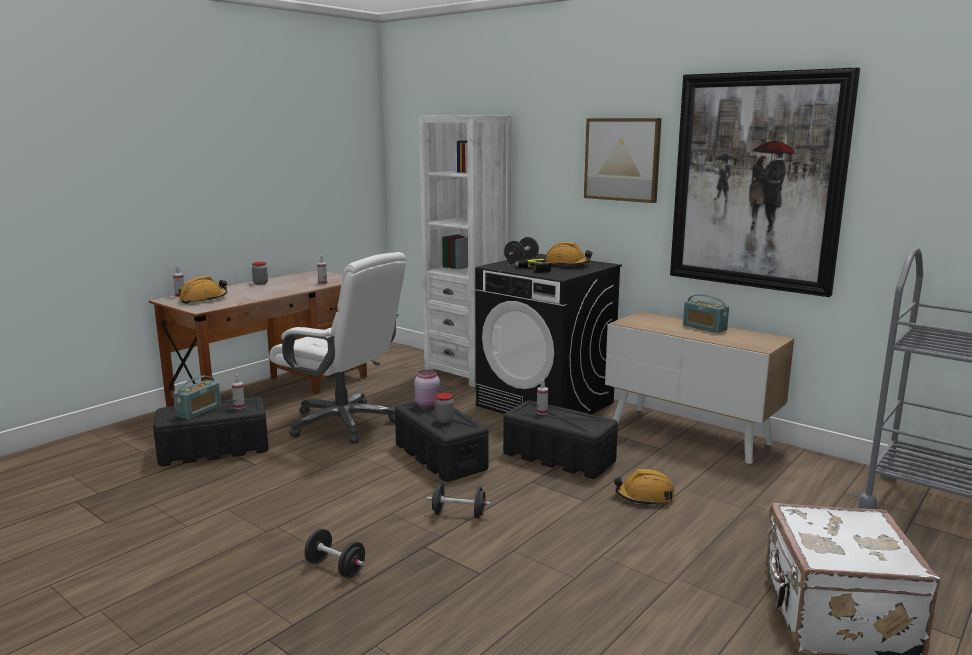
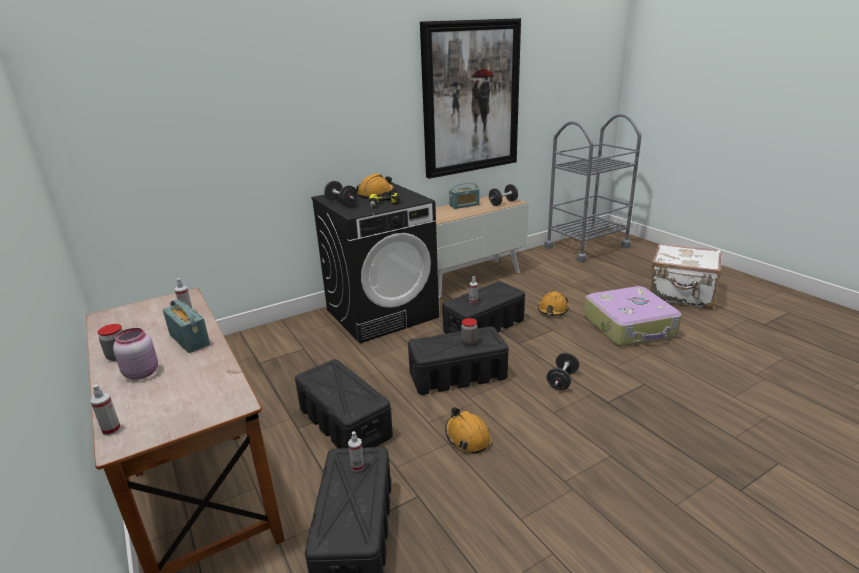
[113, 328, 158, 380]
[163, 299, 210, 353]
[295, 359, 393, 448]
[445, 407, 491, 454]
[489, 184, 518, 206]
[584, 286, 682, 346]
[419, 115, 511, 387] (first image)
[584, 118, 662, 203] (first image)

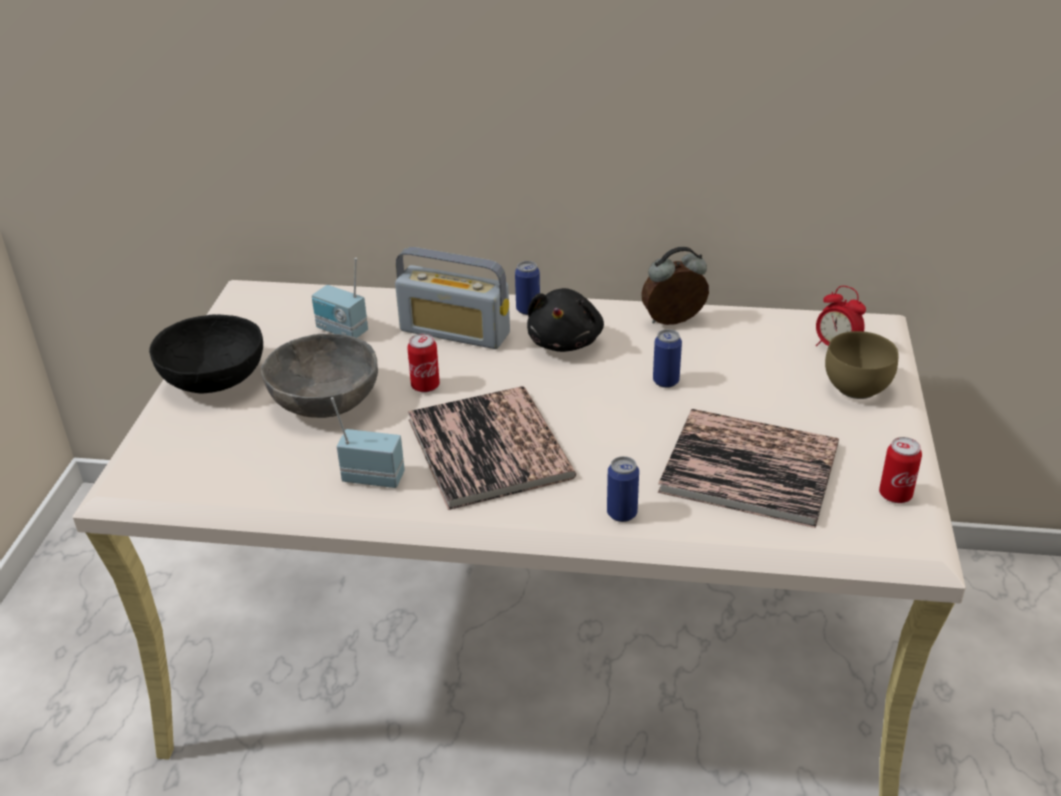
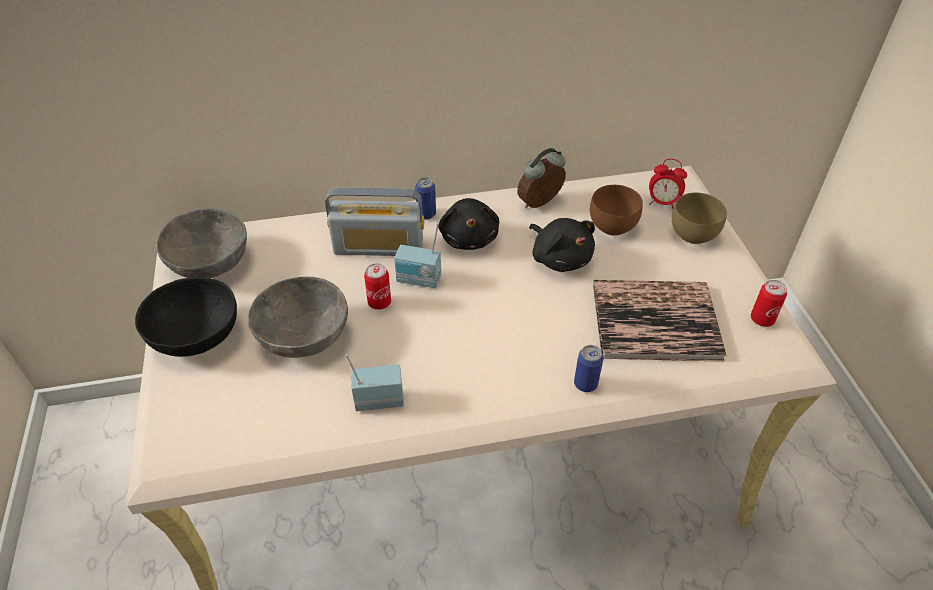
[156, 208, 247, 278]
[394, 223, 441, 288]
[529, 218, 595, 272]
[590, 185, 643, 236]
[408, 386, 576, 510] (first image)

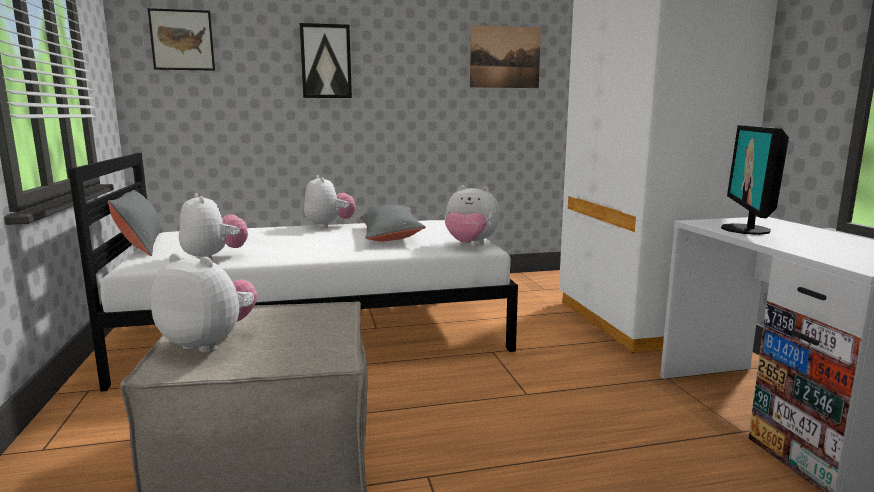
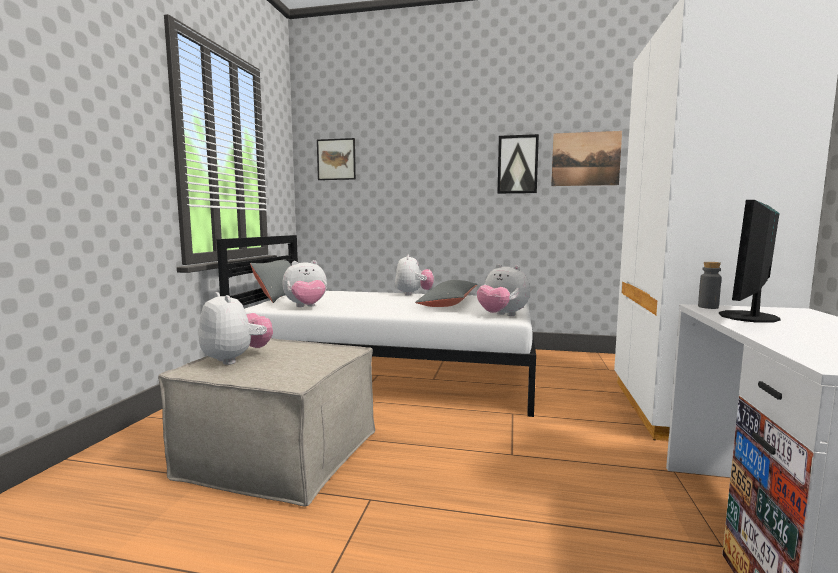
[282, 260, 327, 307]
[497, 134, 539, 194]
[698, 262, 722, 309]

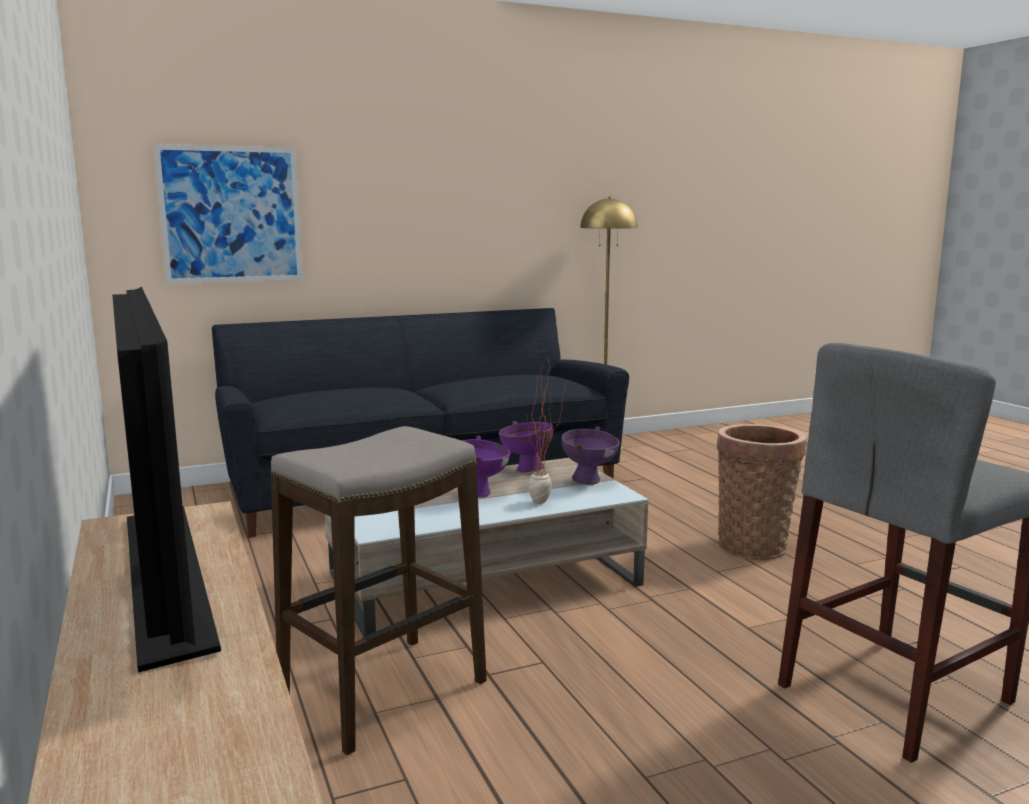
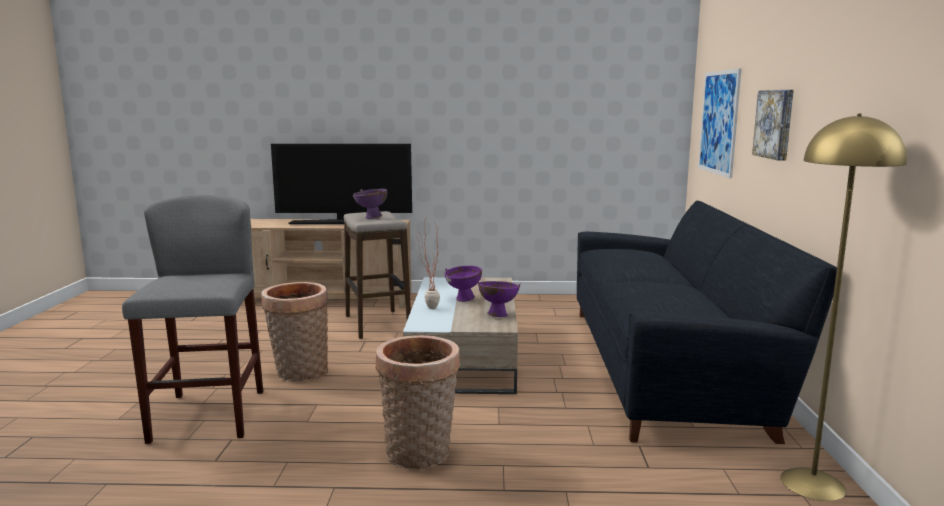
[261, 282, 328, 382]
[353, 189, 387, 219]
[752, 90, 794, 160]

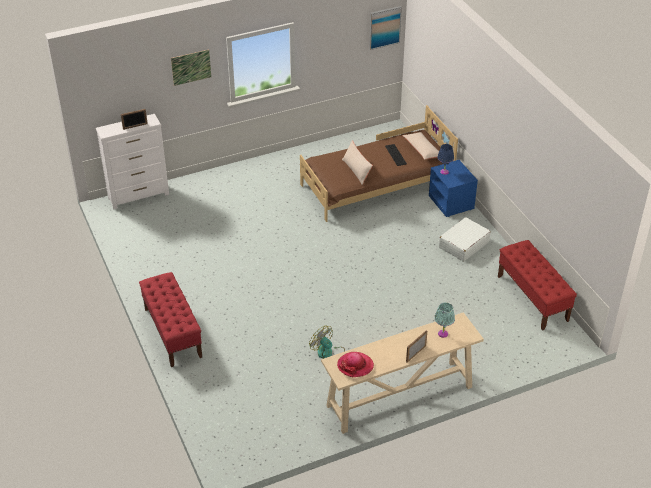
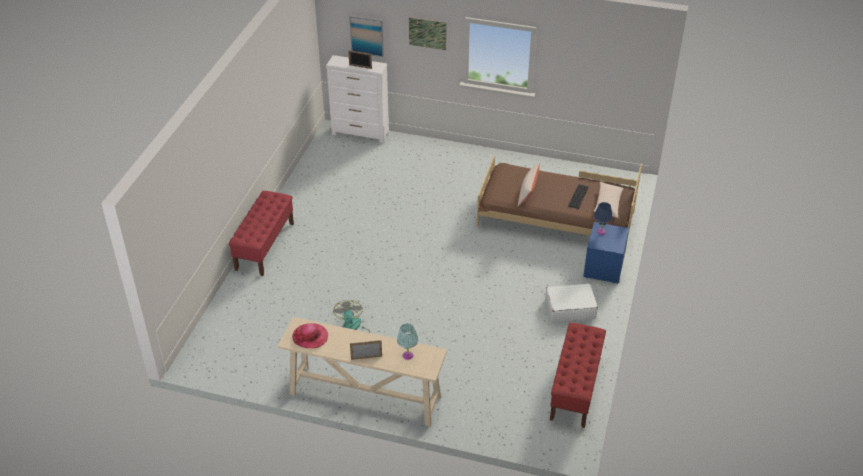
[349, 15, 384, 57]

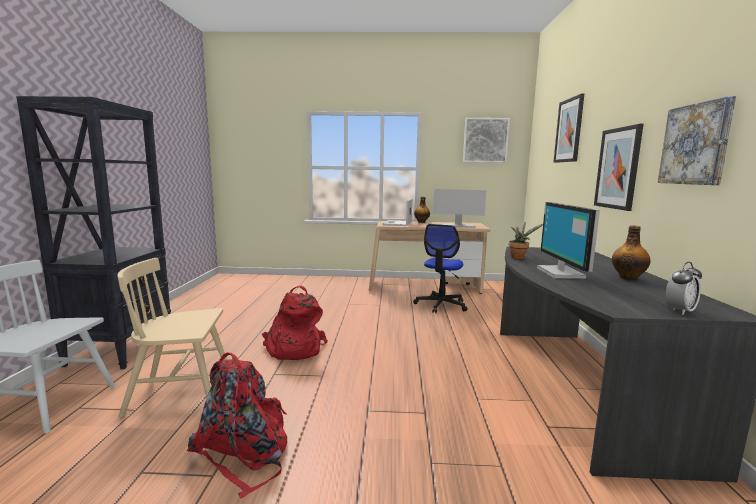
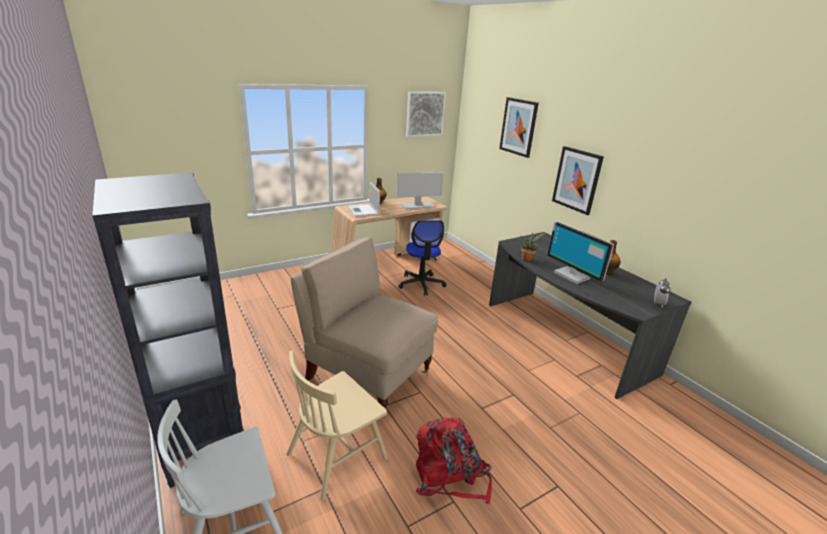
[291, 238, 438, 408]
[658, 96, 736, 185] (first image)

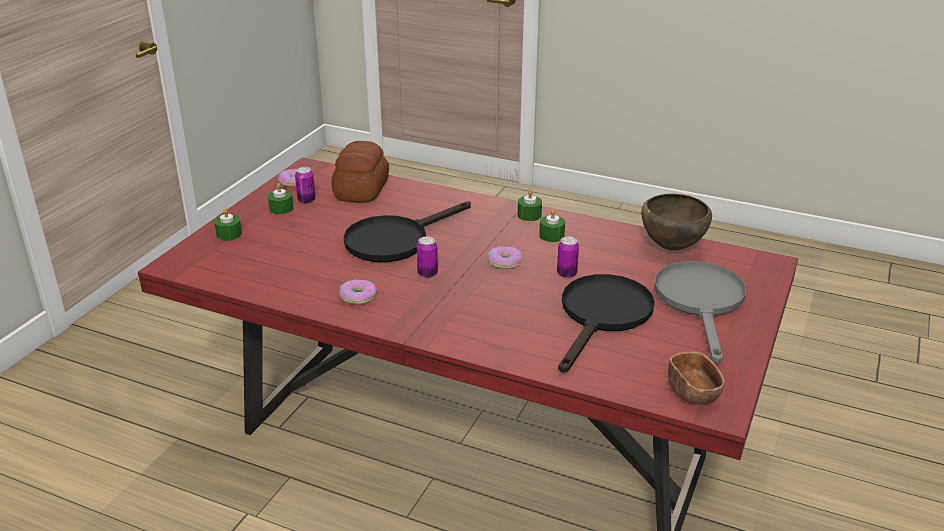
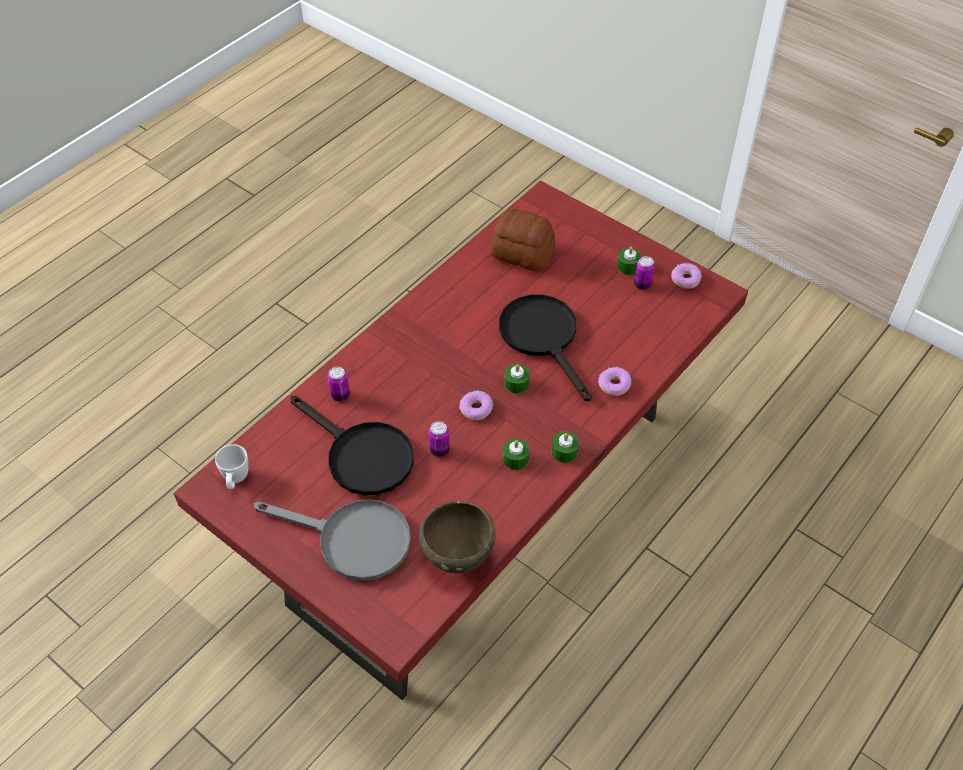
[215, 444, 248, 489]
[328, 367, 350, 402]
[490, 209, 555, 272]
[504, 364, 530, 394]
[598, 367, 631, 396]

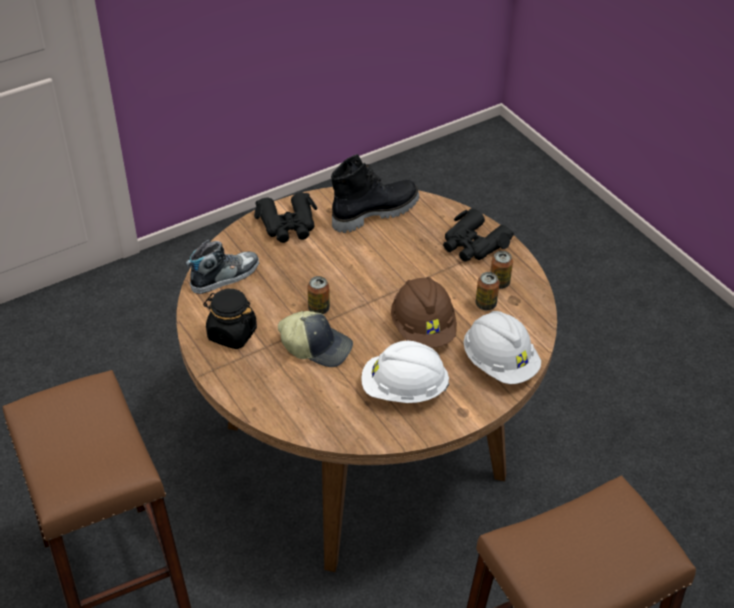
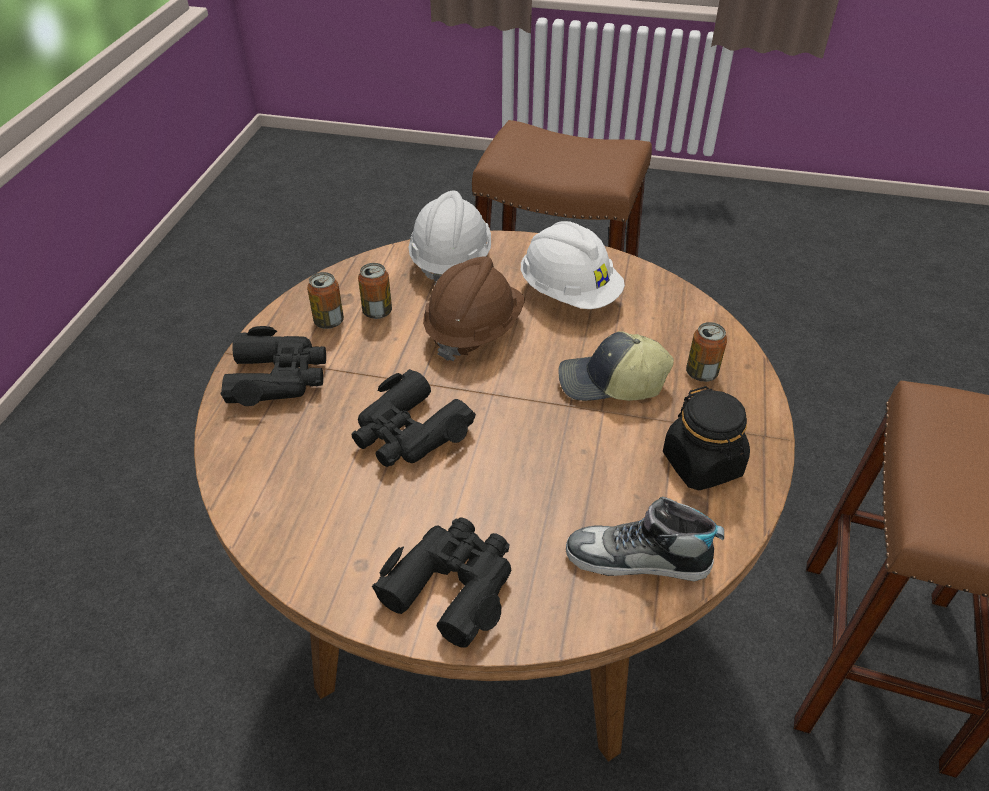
[351, 369, 476, 467]
[558, 331, 674, 401]
[686, 322, 727, 382]
[331, 154, 419, 233] (first image)

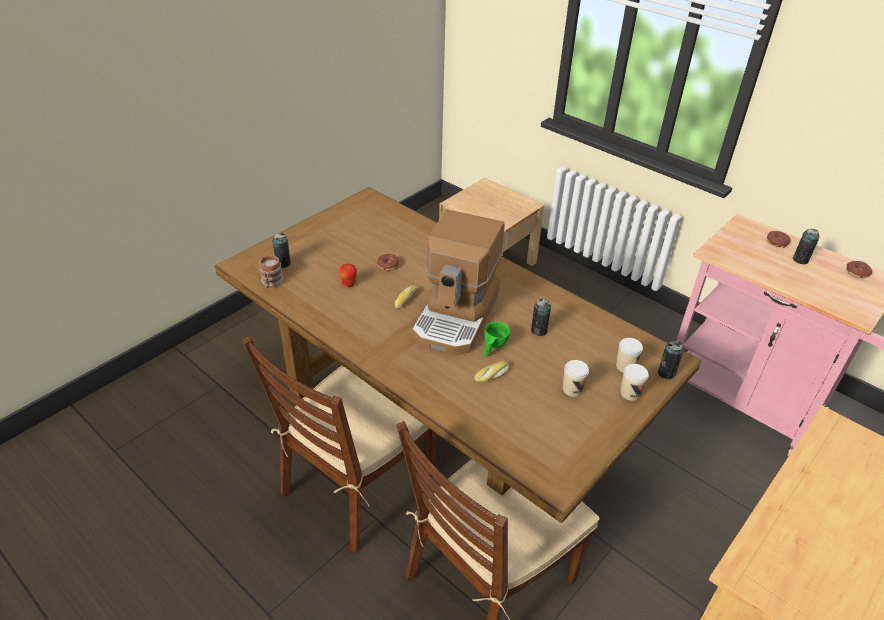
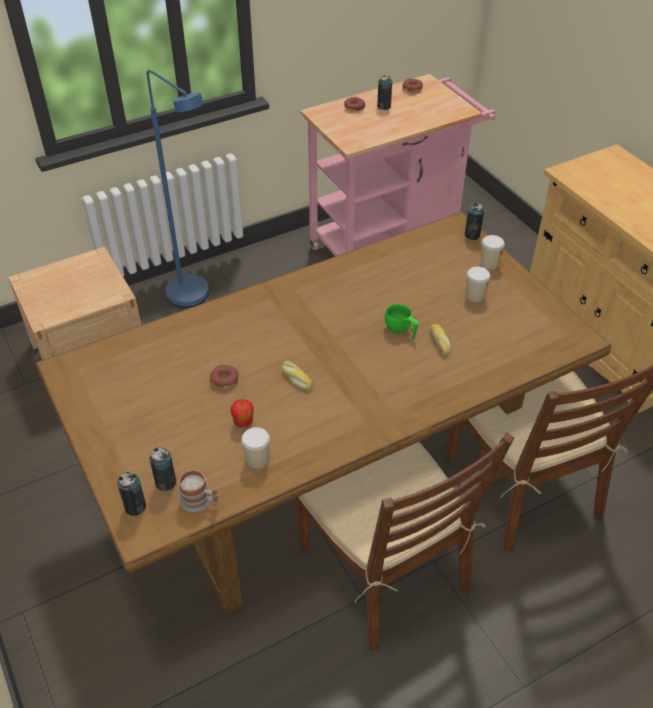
[118, 472, 146, 516]
[147, 70, 209, 308]
[242, 427, 270, 468]
[412, 210, 505, 355] (first image)

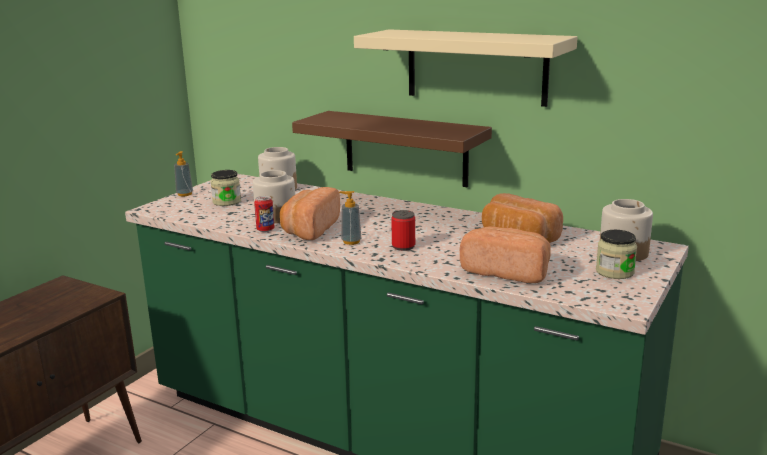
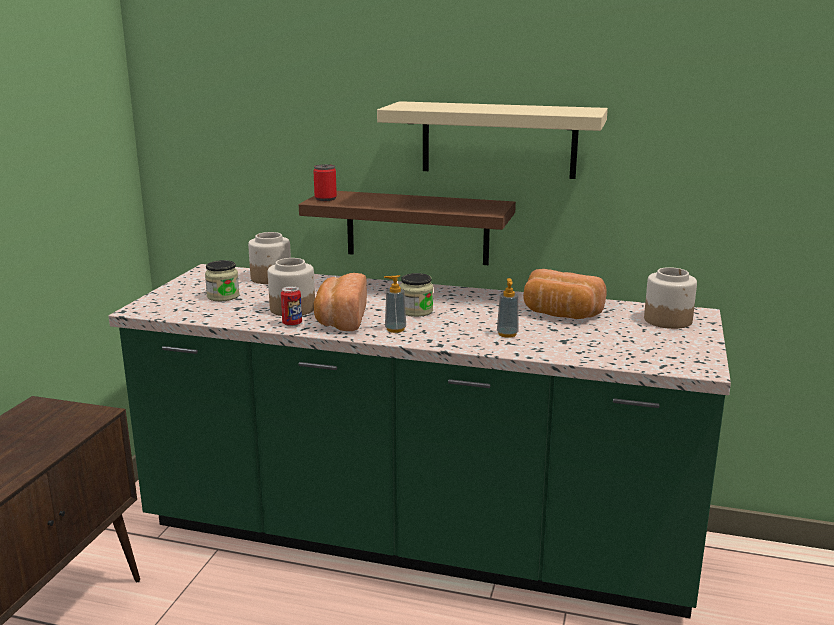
[313, 164, 337, 201]
[400, 273, 433, 317]
[497, 278, 519, 338]
[460, 226, 551, 283] (first image)

